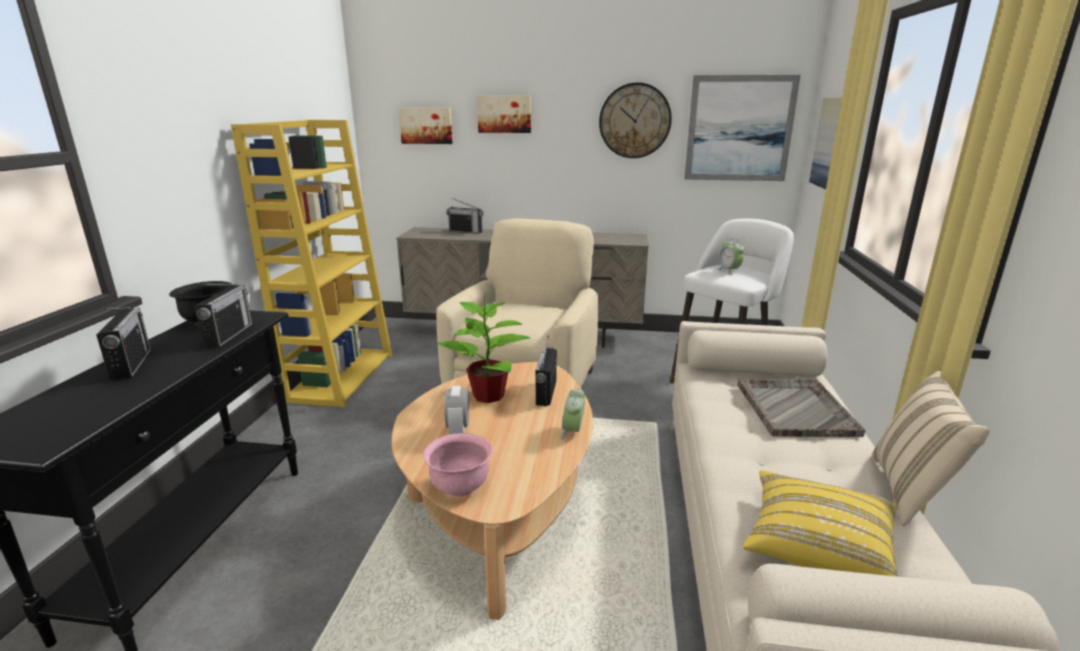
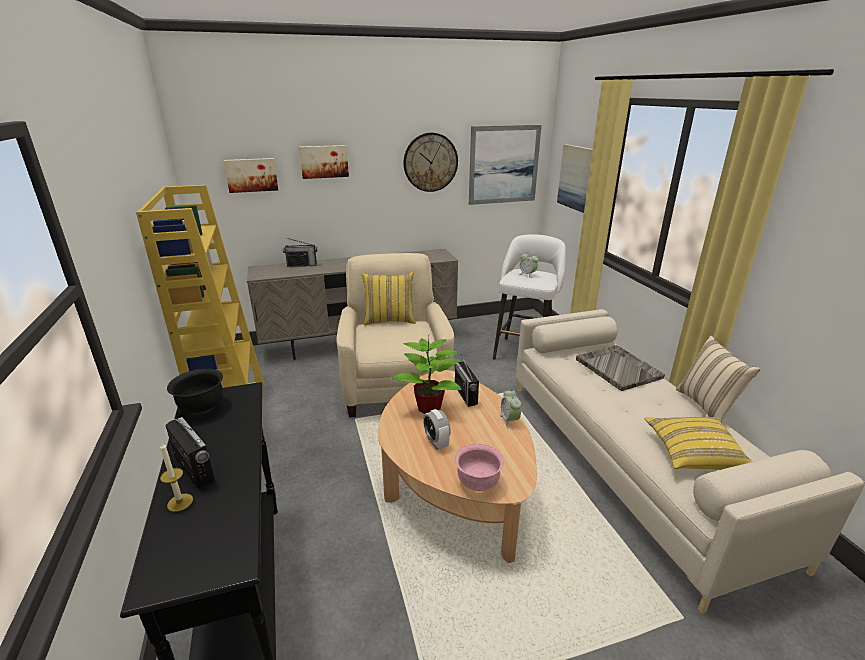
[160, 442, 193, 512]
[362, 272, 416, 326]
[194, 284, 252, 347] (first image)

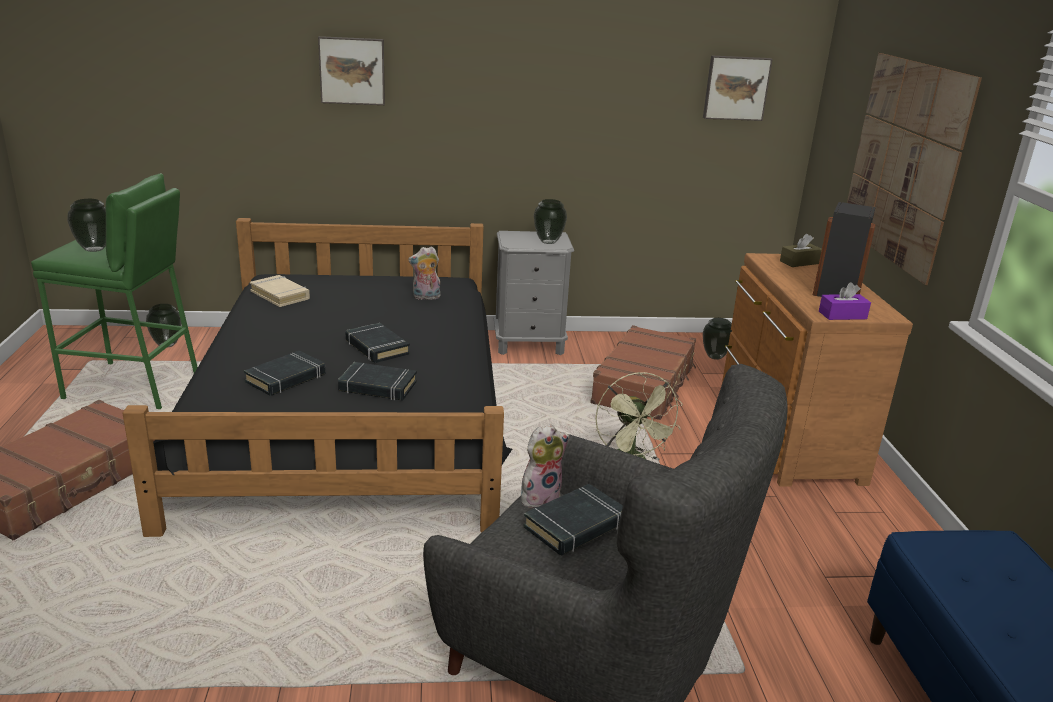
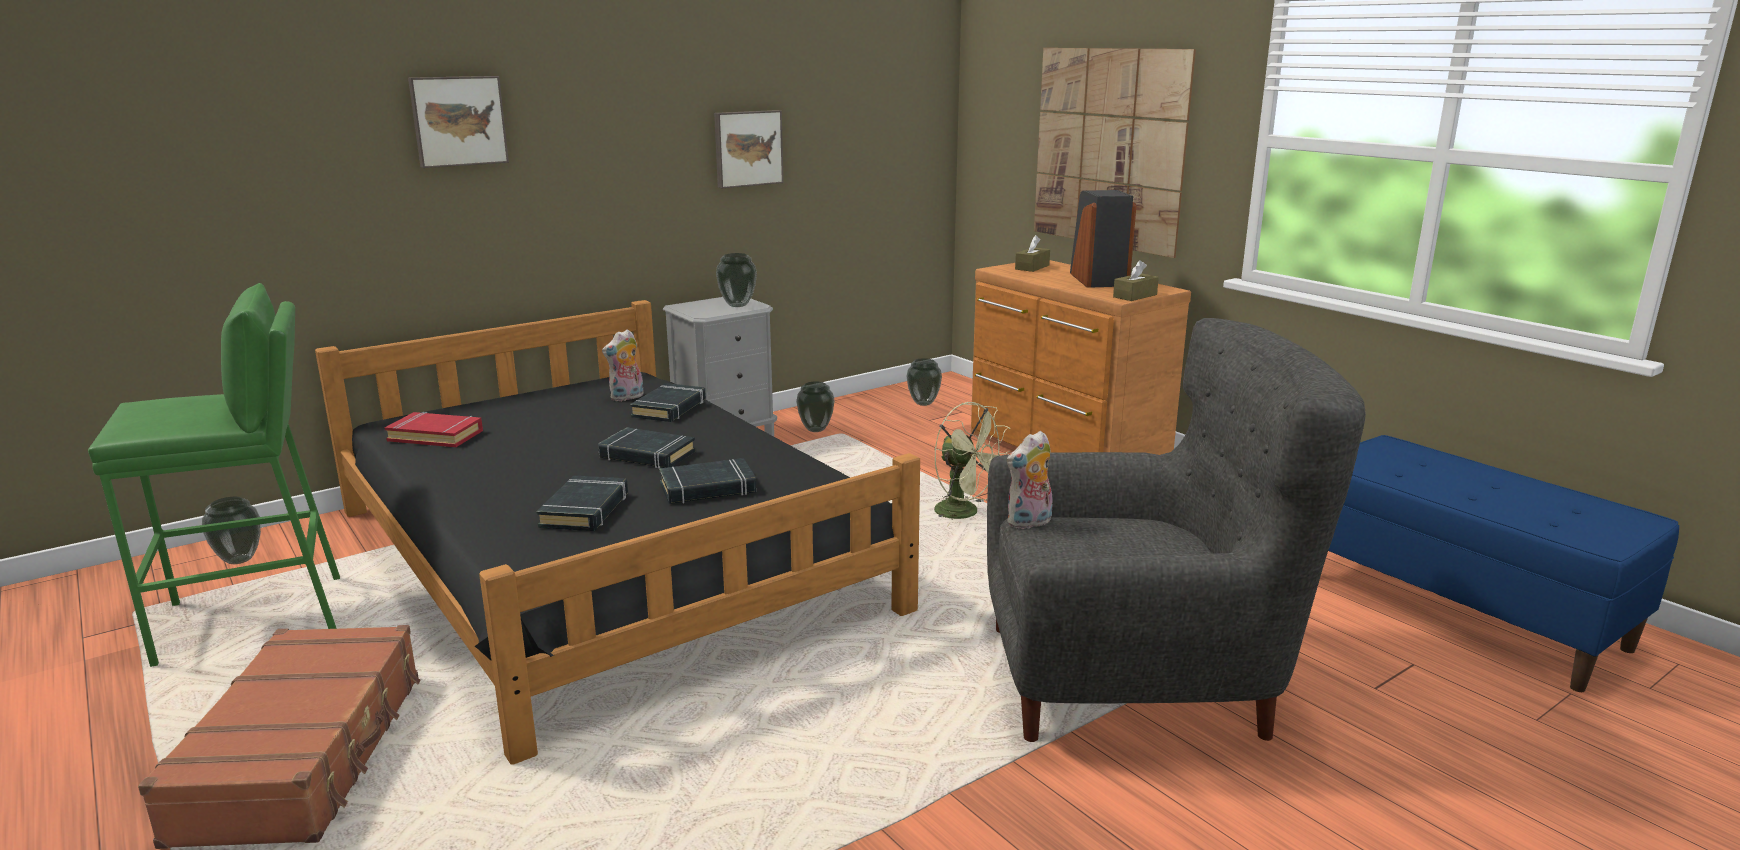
[385, 412, 483, 447]
[630, 383, 706, 422]
[714, 110, 784, 188]
[796, 382, 835, 432]
[1007, 431, 1053, 529]
[1113, 260, 1159, 301]
[590, 325, 696, 420] (first image)

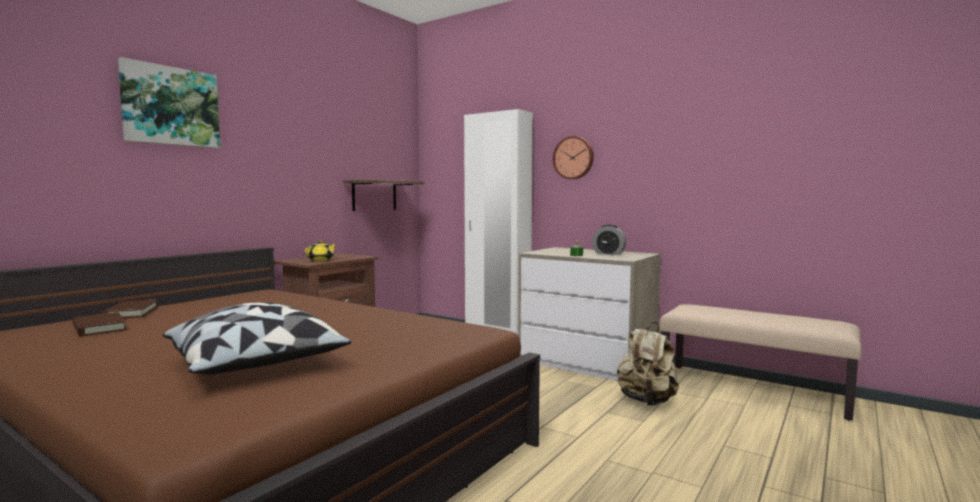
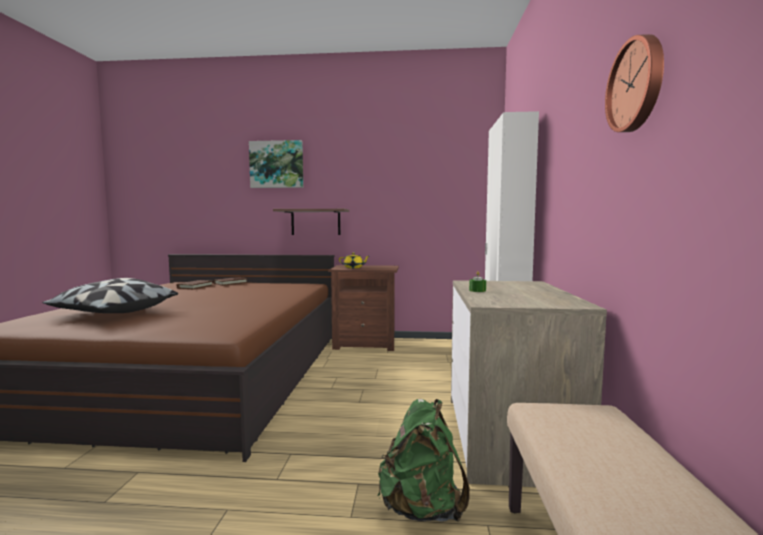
[273, 209, 349, 235]
[378, 399, 470, 522]
[605, 34, 664, 132]
[592, 225, 626, 255] (first image)

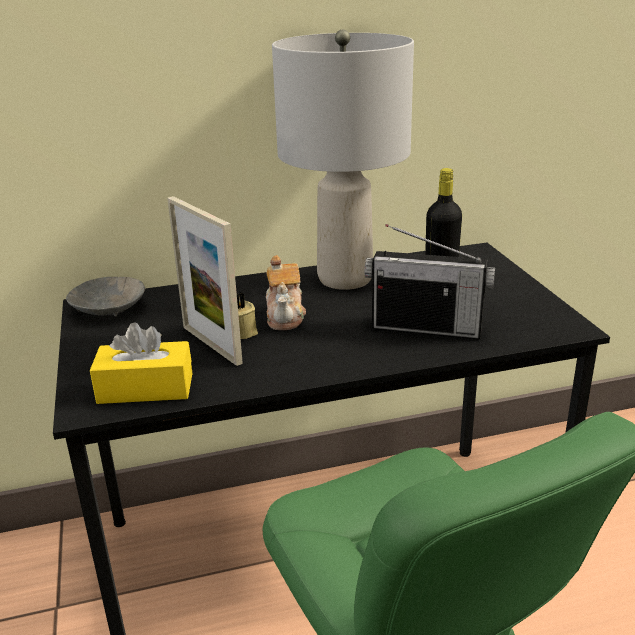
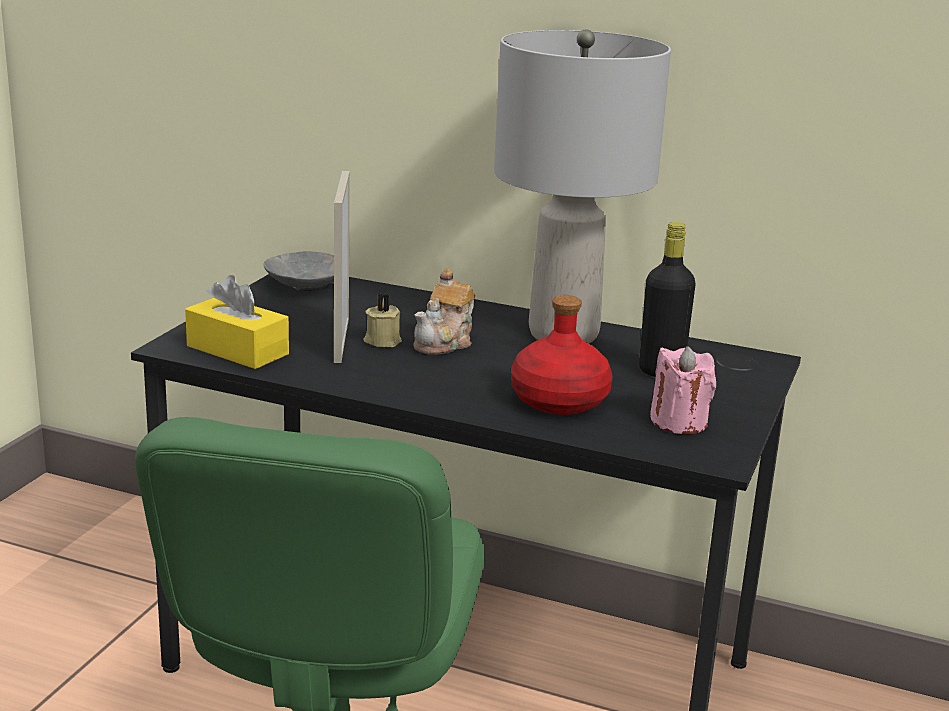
[511, 295, 613, 415]
[650, 346, 716, 434]

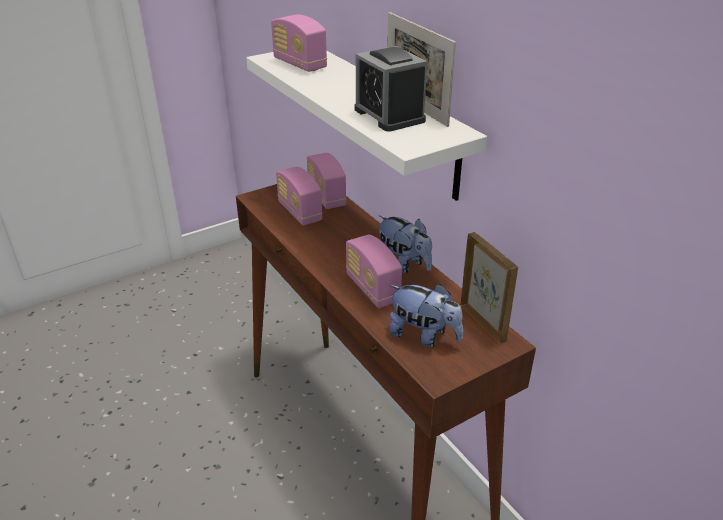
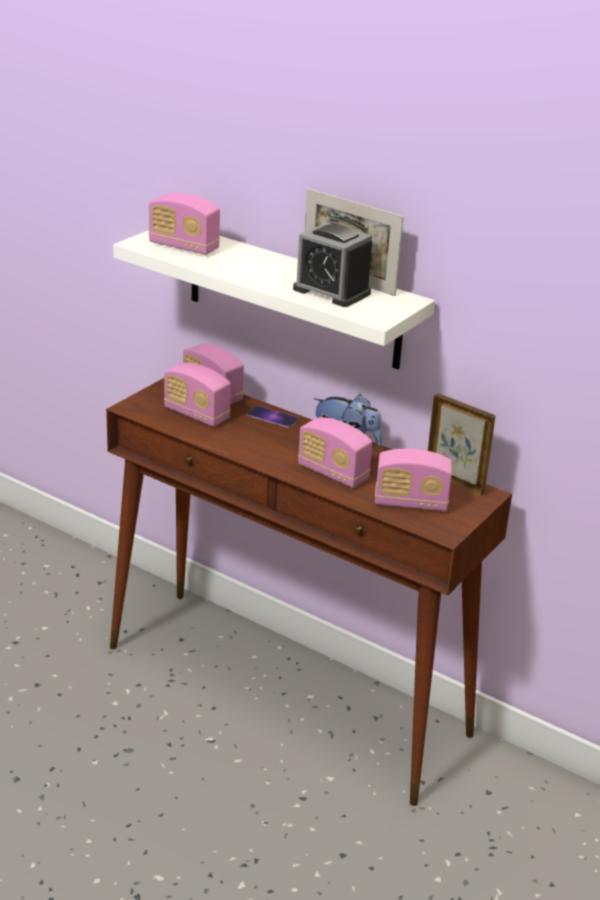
[247, 406, 299, 428]
[375, 449, 452, 511]

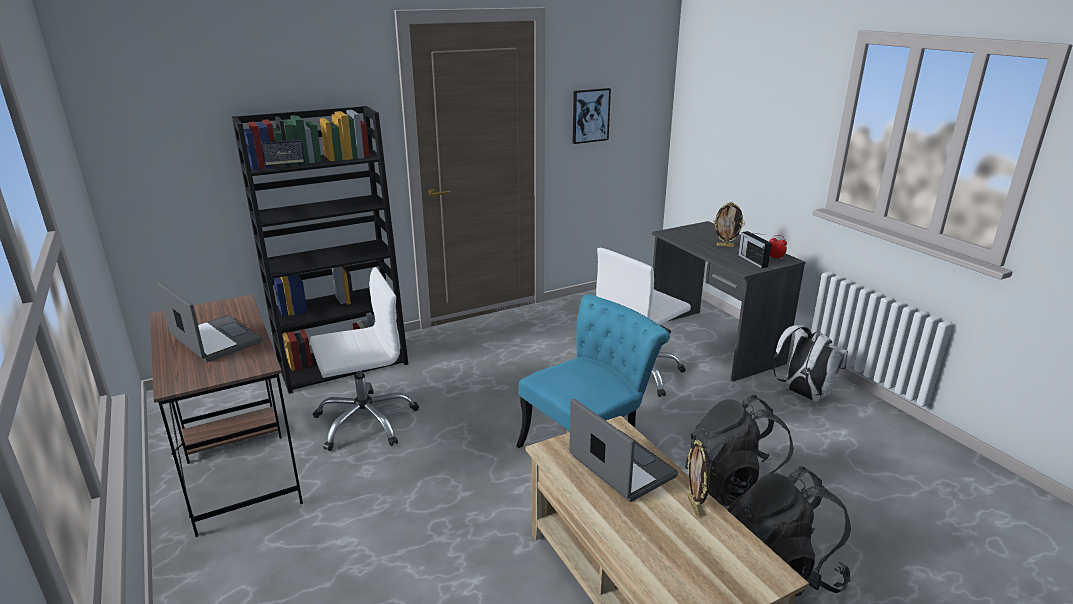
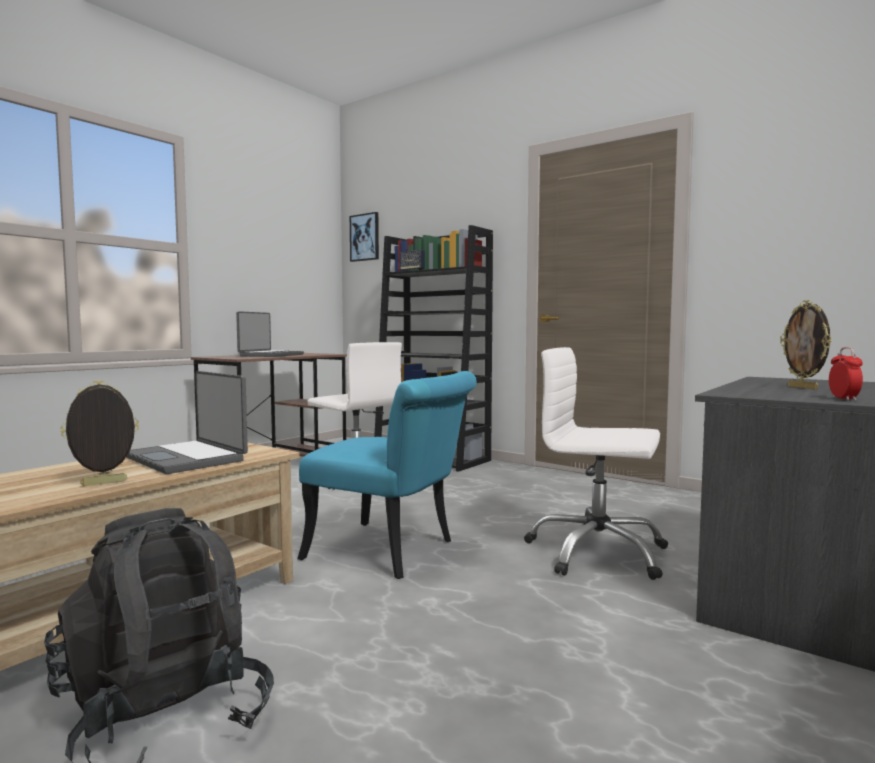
[126, 371, 248, 474]
[350, 212, 379, 262]
[685, 395, 794, 506] (first image)
[738, 231, 772, 268] (first image)
[773, 325, 848, 401] (first image)

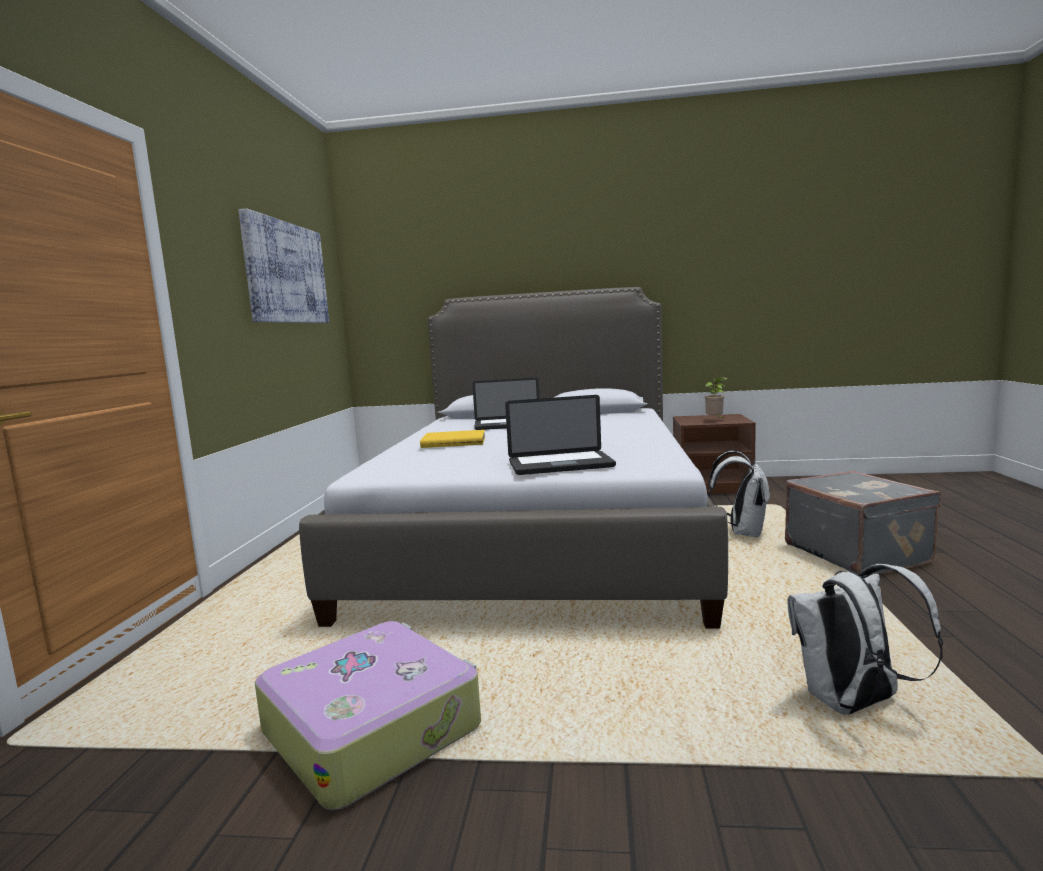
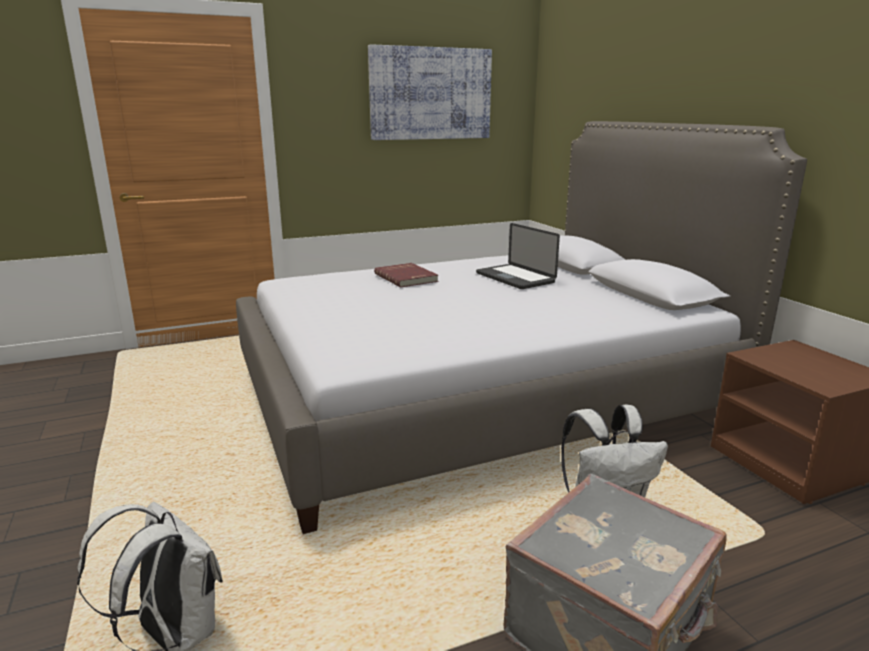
[374, 263, 438, 288]
[255, 621, 481, 810] (first image)
[505, 395, 616, 475] (first image)
[705, 377, 727, 419] (first image)

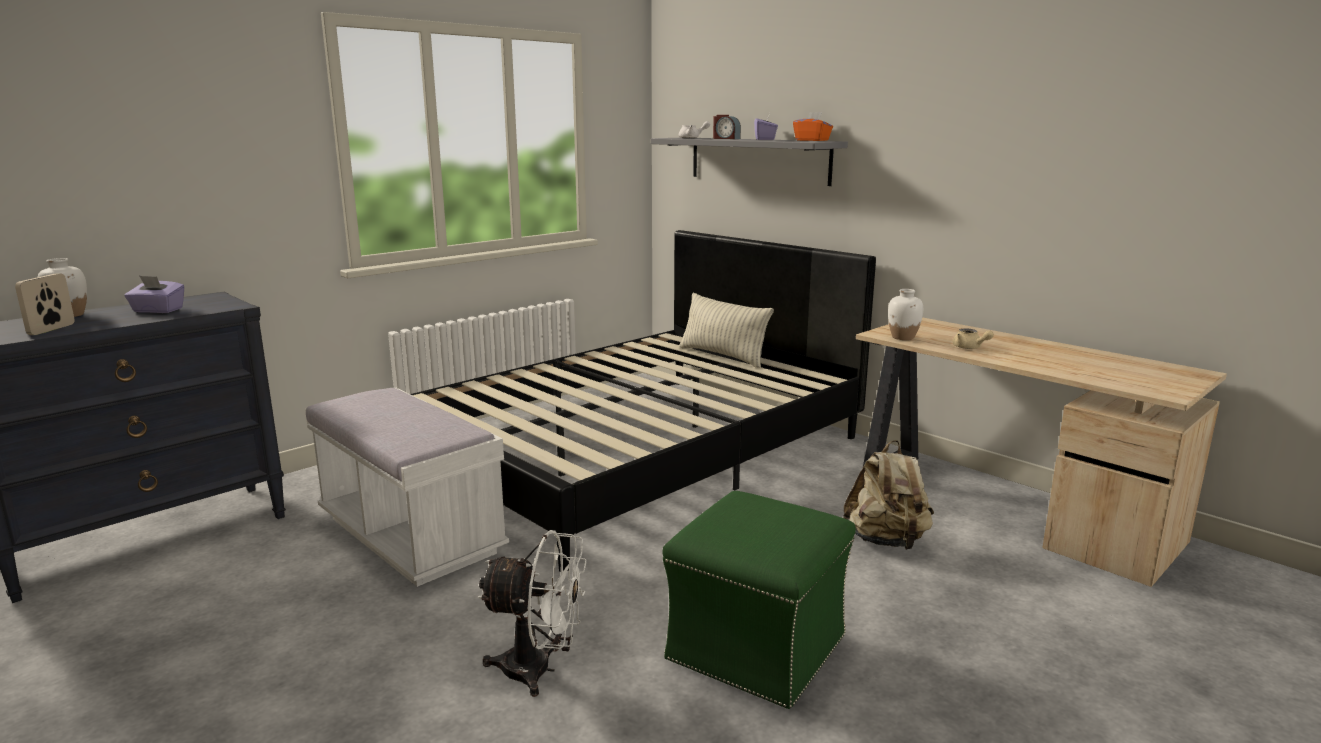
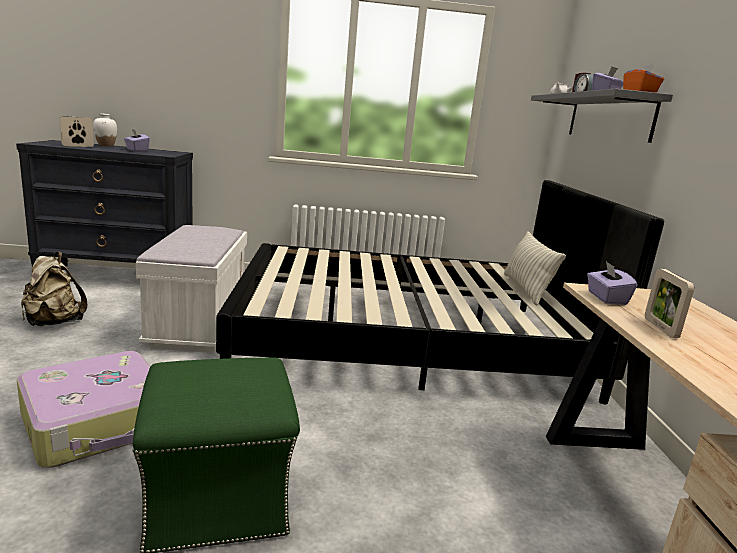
[17, 351, 151, 468]
[21, 252, 87, 326]
[587, 261, 637, 305]
[645, 268, 694, 338]

